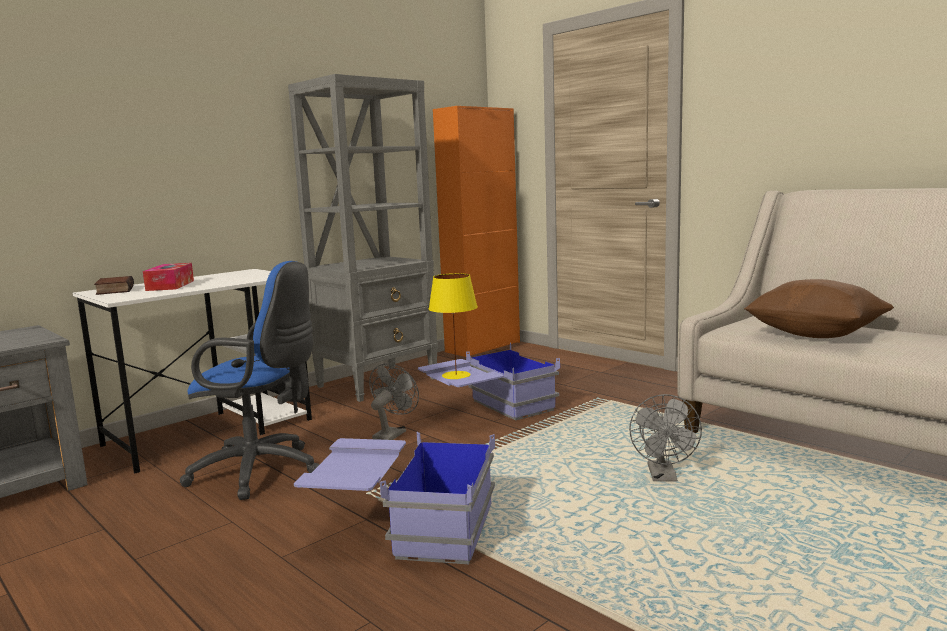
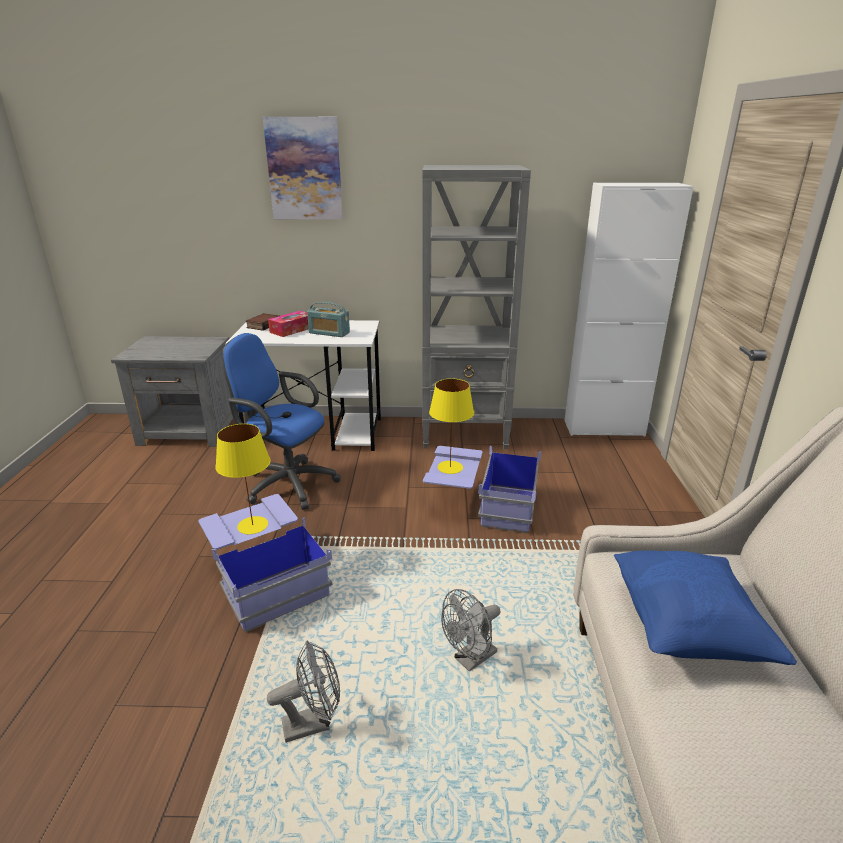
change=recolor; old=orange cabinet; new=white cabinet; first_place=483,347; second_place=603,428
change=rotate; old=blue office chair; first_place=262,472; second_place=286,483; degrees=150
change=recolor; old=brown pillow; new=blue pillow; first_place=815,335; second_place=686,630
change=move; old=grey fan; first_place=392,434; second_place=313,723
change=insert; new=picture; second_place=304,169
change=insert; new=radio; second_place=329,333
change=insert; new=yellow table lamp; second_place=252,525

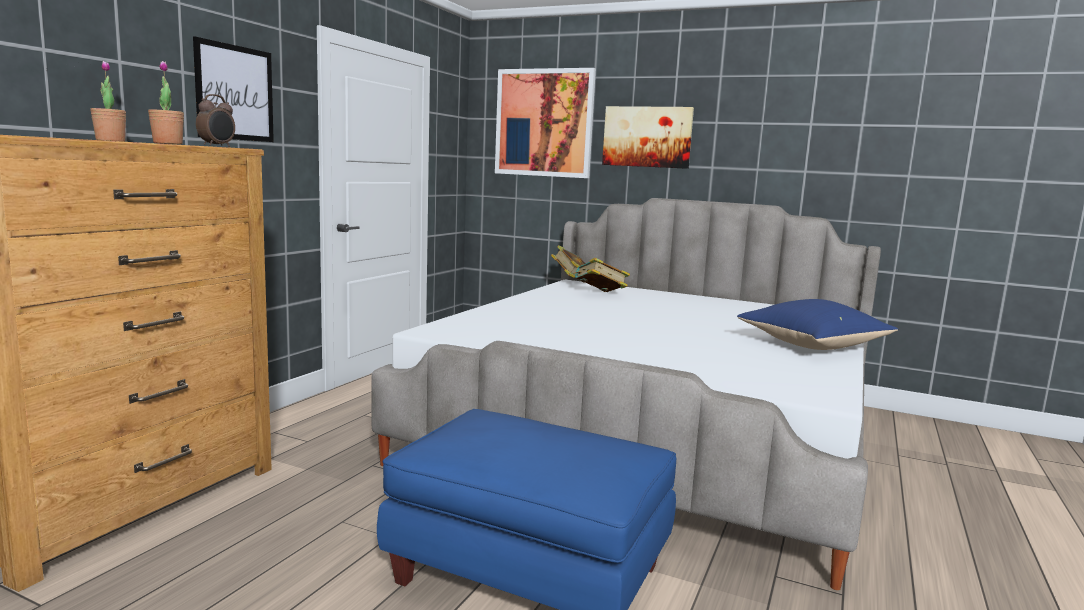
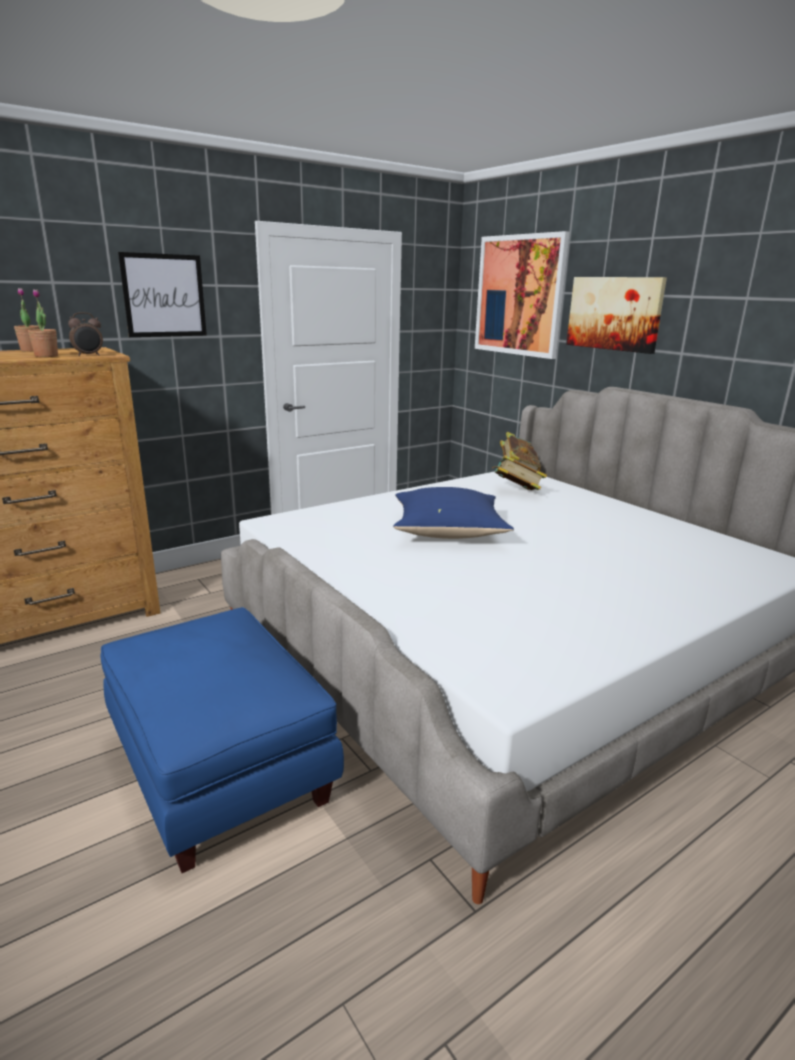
change=move; old=blue pillow; first_place=812,346; second_place=449,532

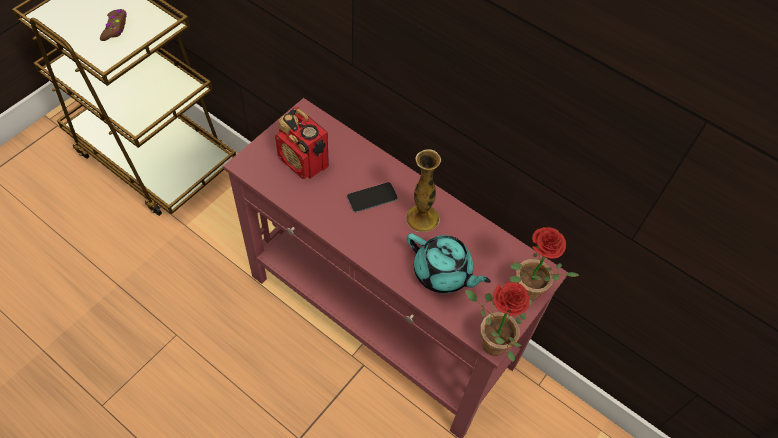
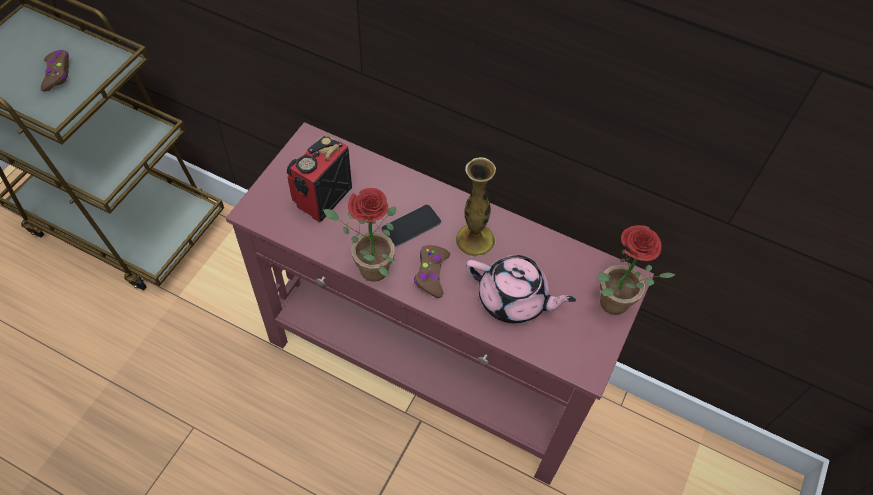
change=rotate; old=radio; first_place=304,162; second_place=321,198; degrees=90
change=recolor; old=turquoise teapot; new=pink teapot; first_place=443,273; second_place=513,300
change=move; old=potted plant; first_place=488,342; second_place=367,269
change=insert; new=brown game controller; second_place=431,274

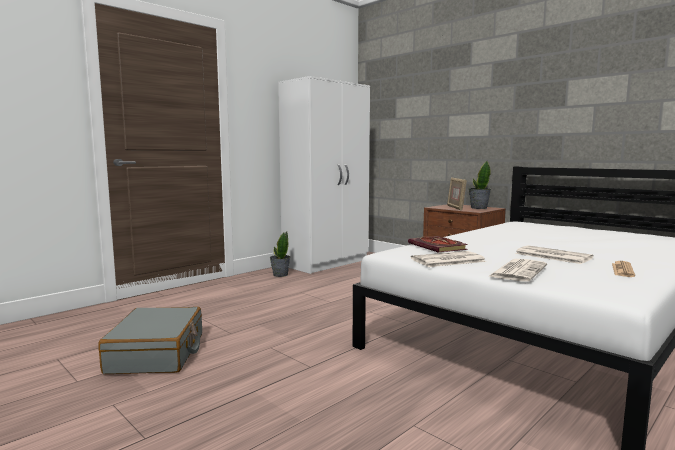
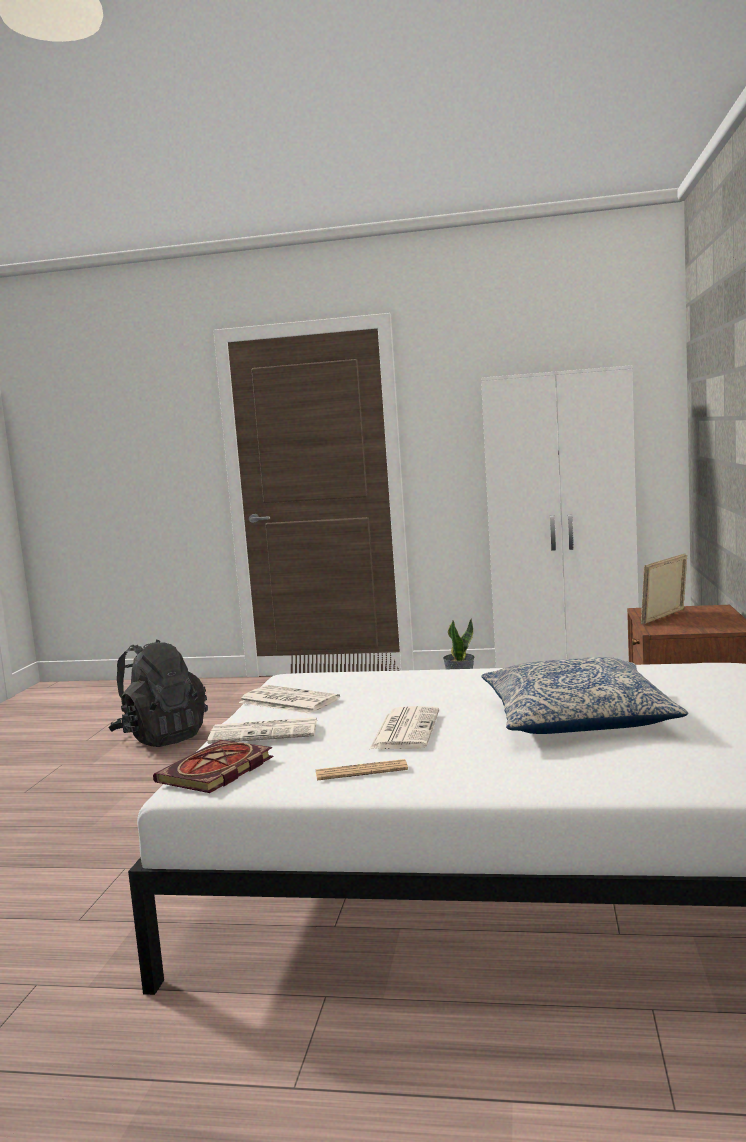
change=delete; old=potted plant; first_place=478,208
change=move; old=book; first_place=439,247; second_place=215,772
change=replace; old=grey suitcase; new=black backpack; first_place=157,353; second_place=161,737
change=insert; new=pillow; second_place=577,718

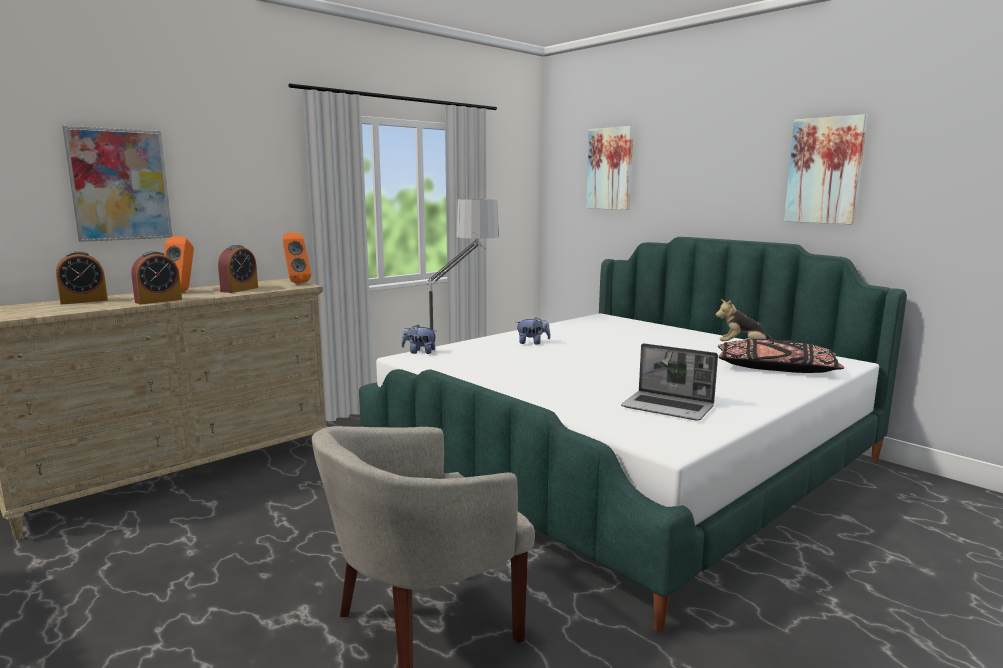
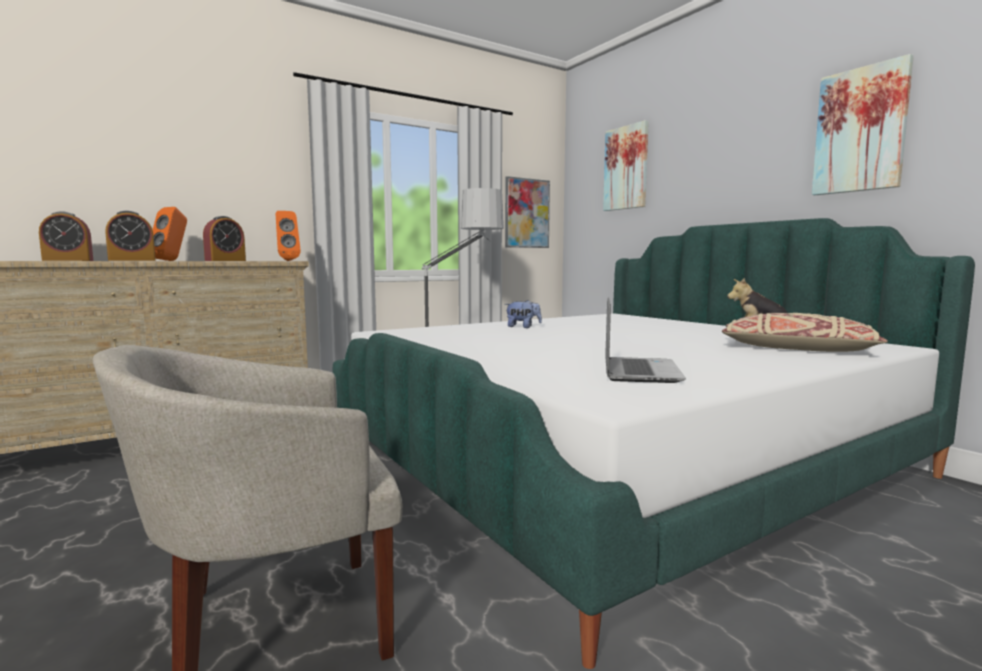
change=move; old=picture; first_place=120,185; second_place=527,213
change=delete; old=plush toy; first_place=419,352
change=recolor; old=black pillow; new=beige pillow; first_place=775,369; second_place=796,349
change=rotate; old=laptop; first_place=668,407; second_place=639,371; degrees=-120

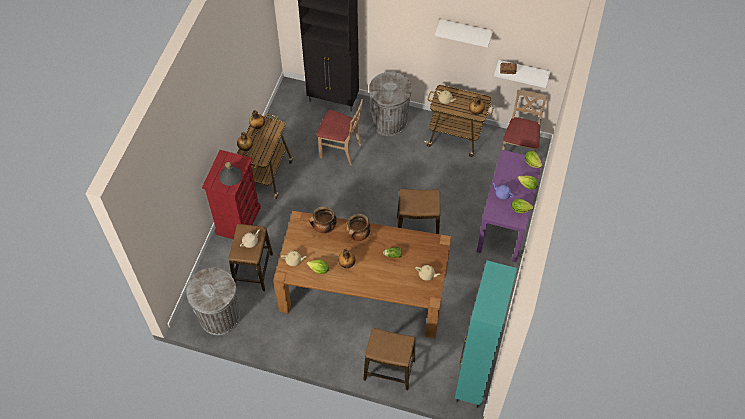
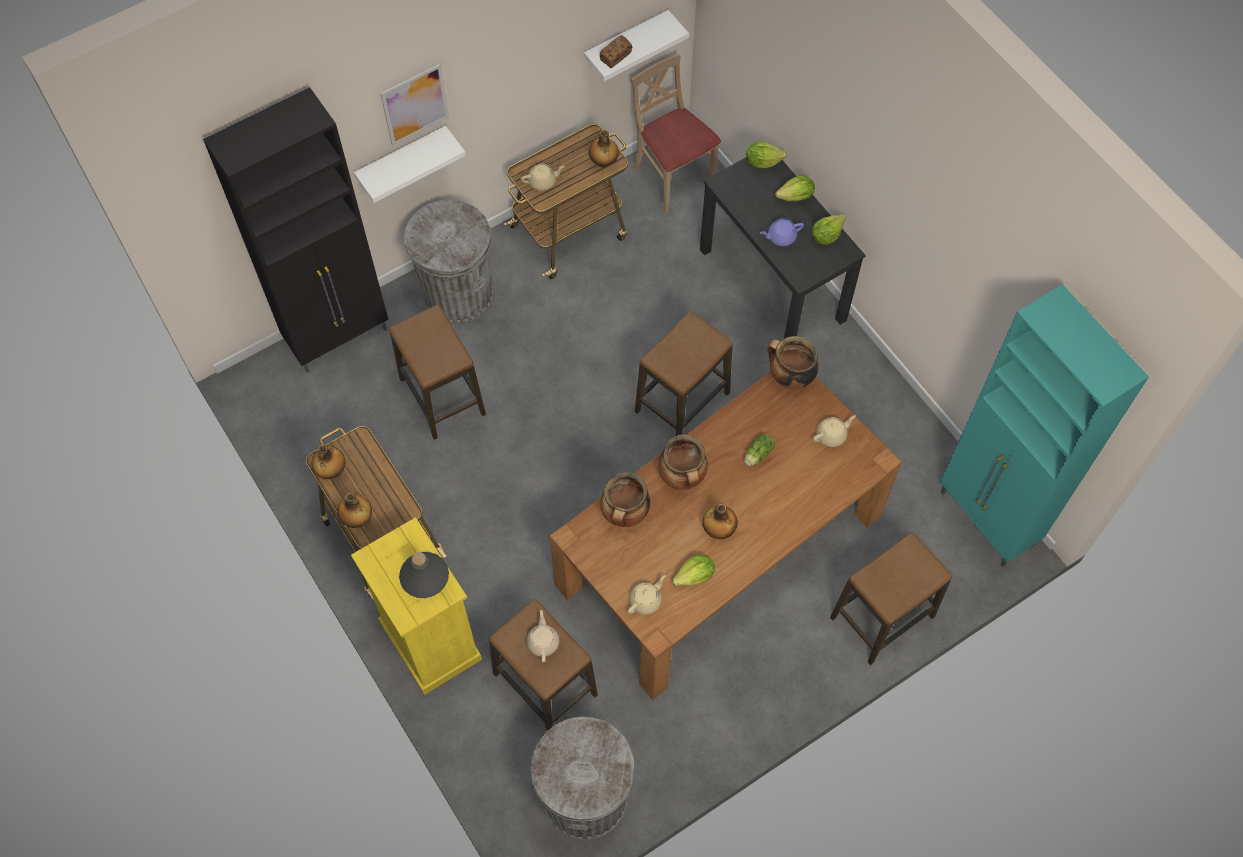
change=move; old=white shelf; first_place=465,32; second_place=402,161
change=replace; old=beige chair; new=stool; first_place=341,150; second_place=442,397
change=recolor; old=red dresser; new=yellow dresser; first_place=238,220; second_place=430,640
change=recolor; old=purple desk; new=black desk; first_place=505,223; second_place=772,285
change=insert; new=picture; second_place=415,104
change=insert; new=cooking pot; second_place=790,378

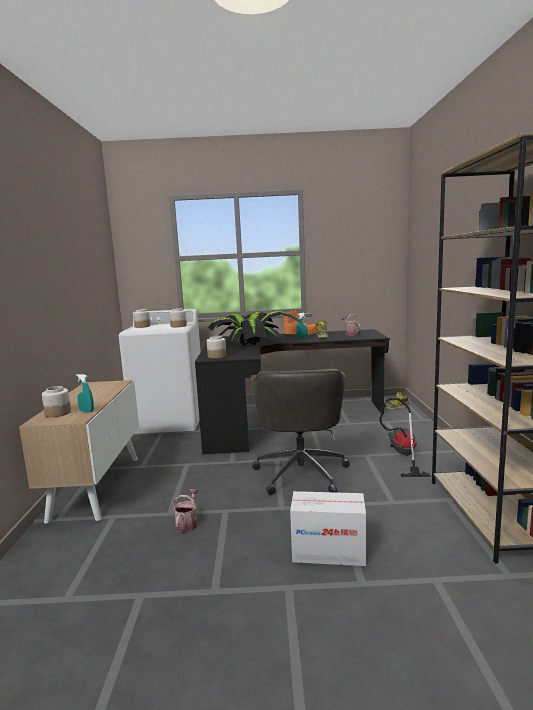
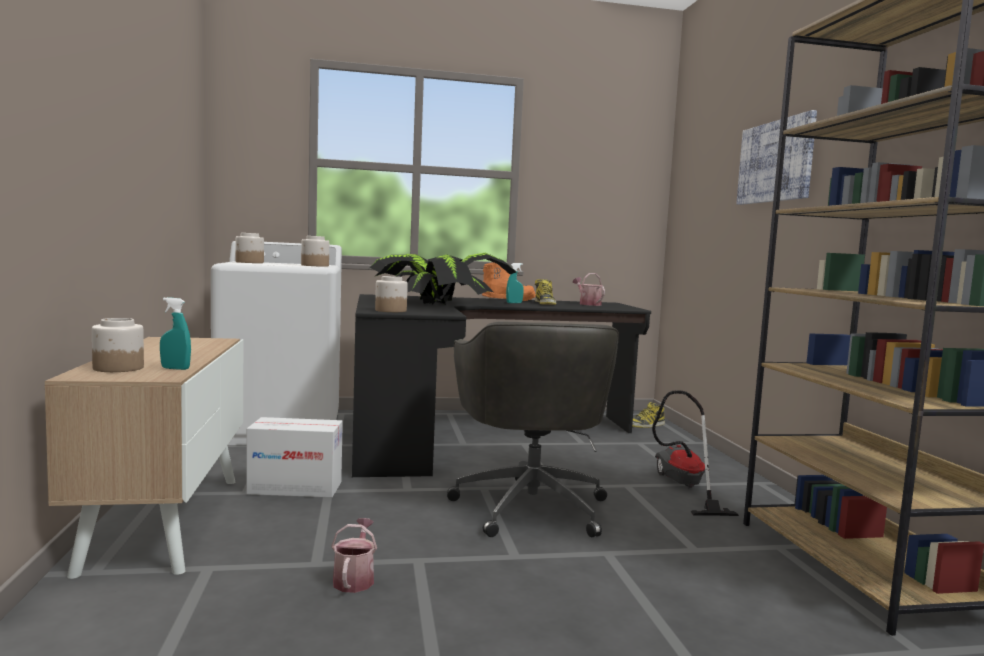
change=move; old=cardboard box; first_place=328,552; second_place=295,488
change=insert; new=picture; second_place=775,161

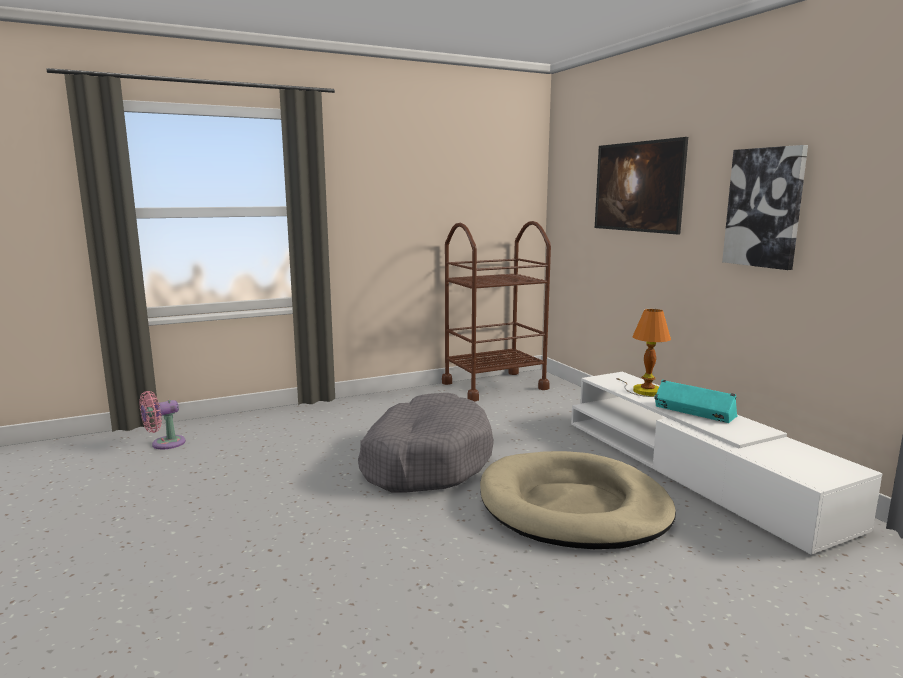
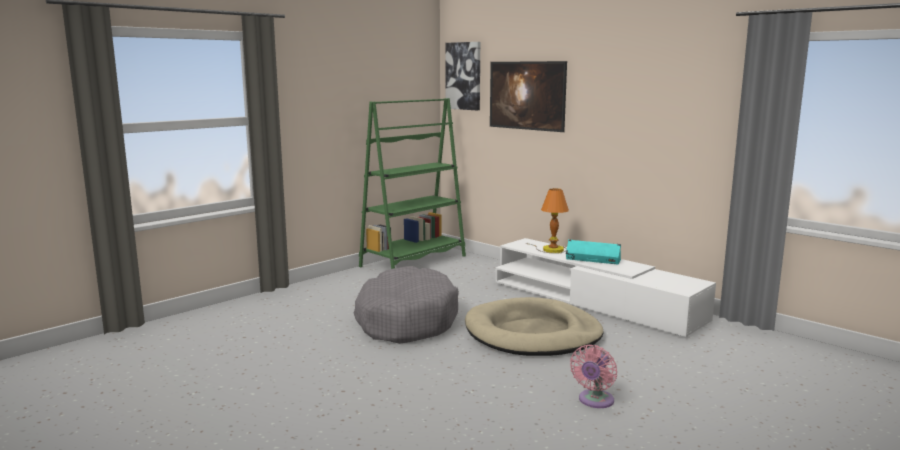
change=move; old=picture; first_place=764,208; second_place=464,76
change=replace; old=brown cart; new=green bookcase; first_place=494,386; second_place=414,261
change=move; old=pink fan; first_place=164,444; second_place=594,401

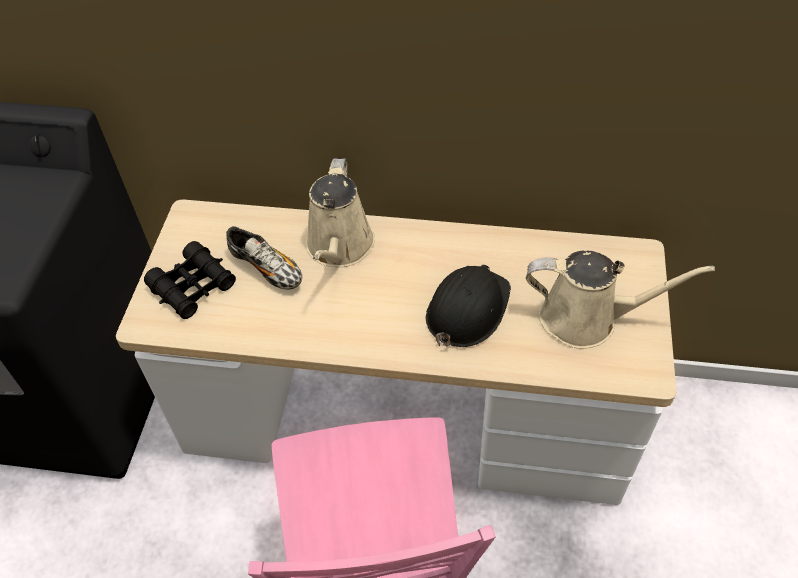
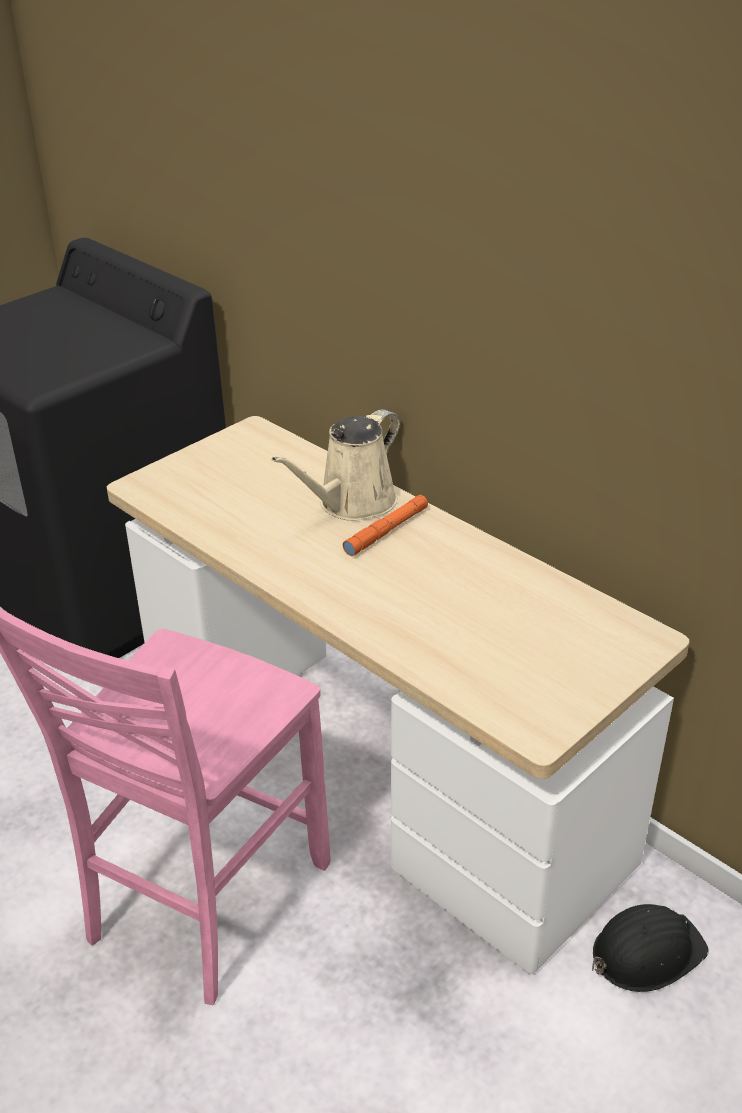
change=delete; old=shoe; first_place=267,269
change=delete; old=black binoculars; first_place=193,287
change=delete; old=beige watering can; first_place=586,318
change=move; old=black hard hat; first_place=467,309; second_place=646,952
change=insert; new=orange flashlight; second_place=386,531

